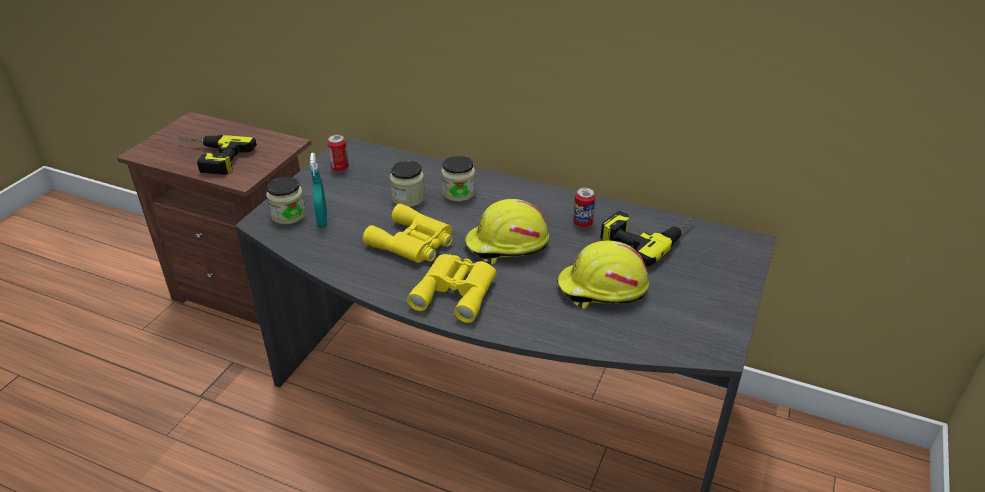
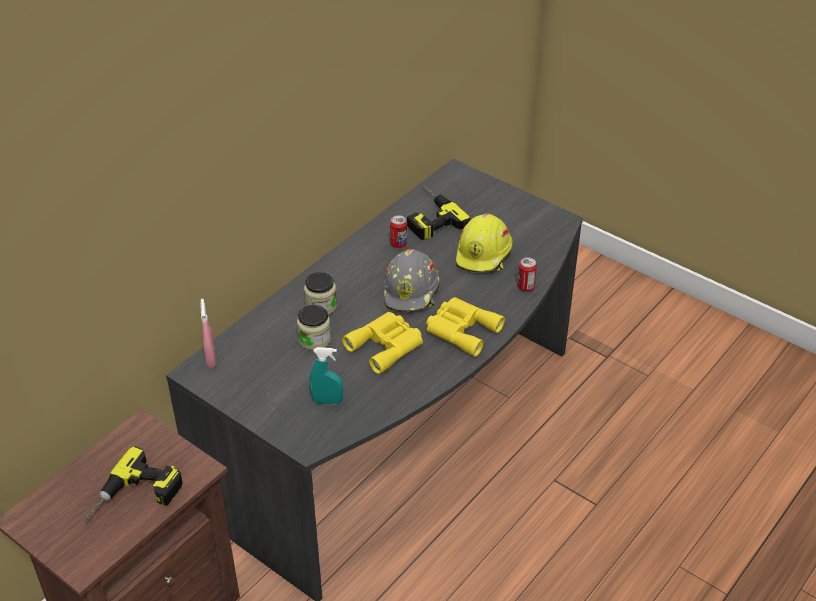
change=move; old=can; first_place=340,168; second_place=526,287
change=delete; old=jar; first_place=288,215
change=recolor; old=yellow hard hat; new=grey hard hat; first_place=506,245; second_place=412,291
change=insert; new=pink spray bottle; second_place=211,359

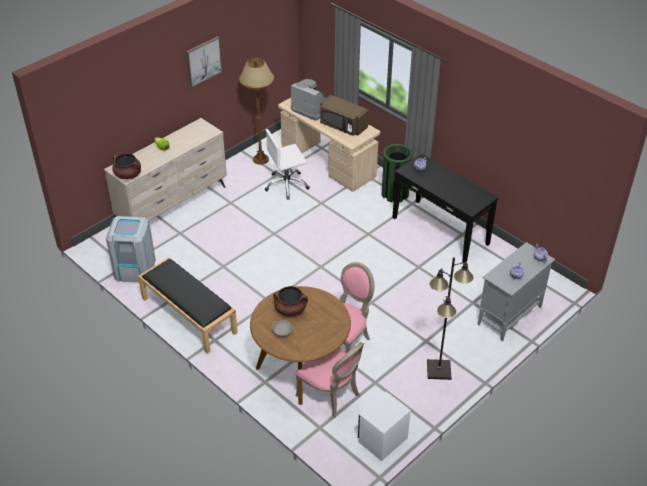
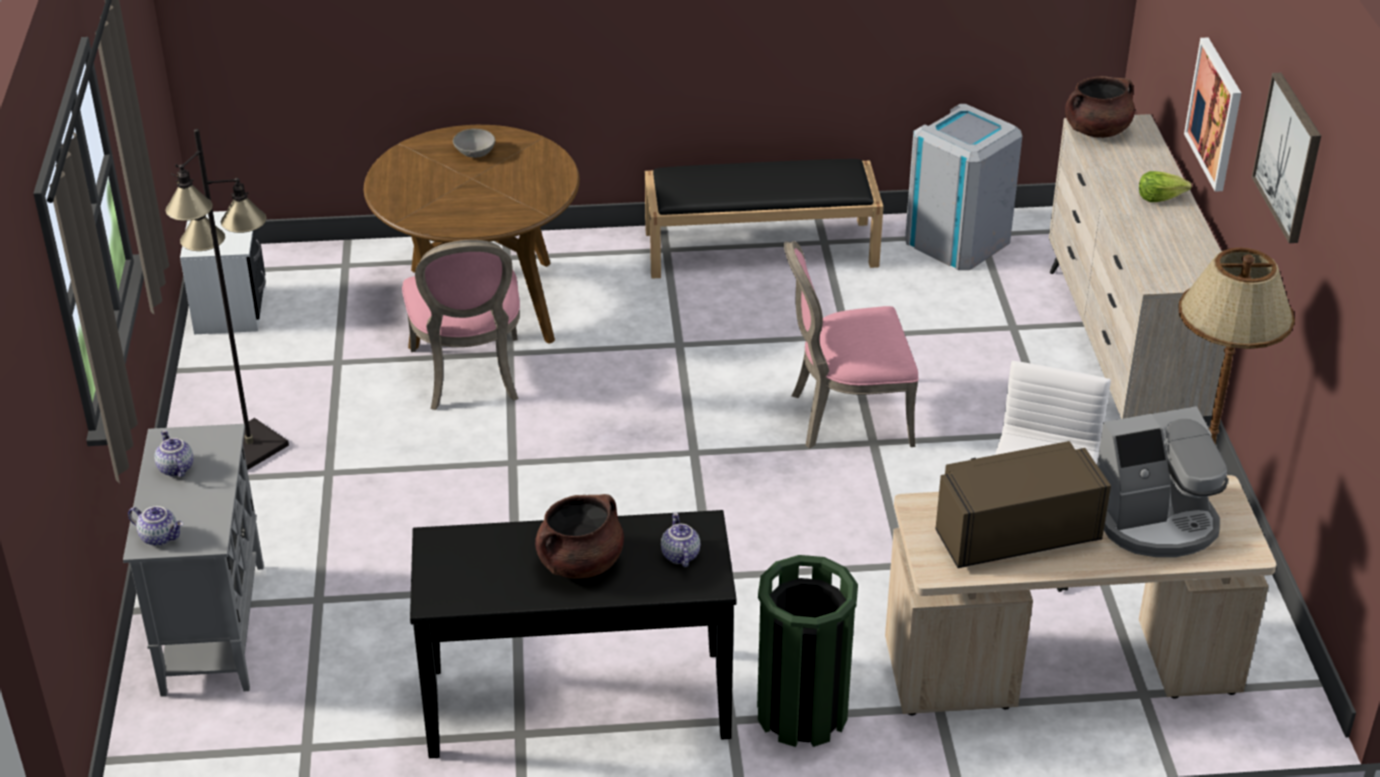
change=move; old=brown cooking pot; first_place=290,309; second_place=580,563
change=move; old=pink chair; first_place=331,395; second_place=845,416
change=insert; new=picture; second_place=1215,113

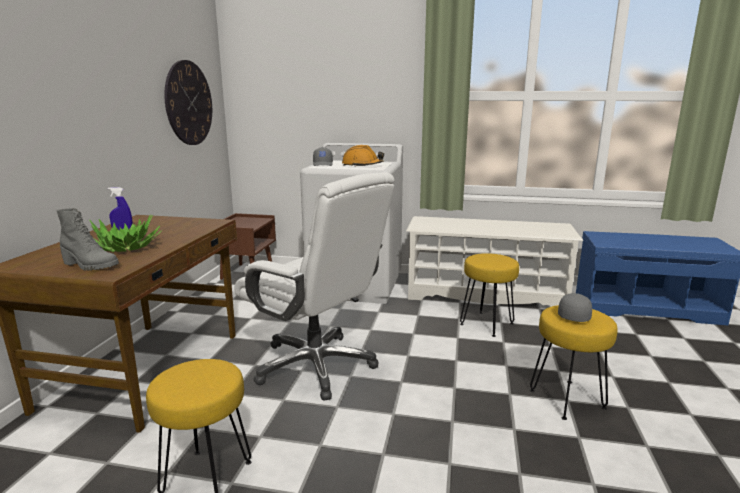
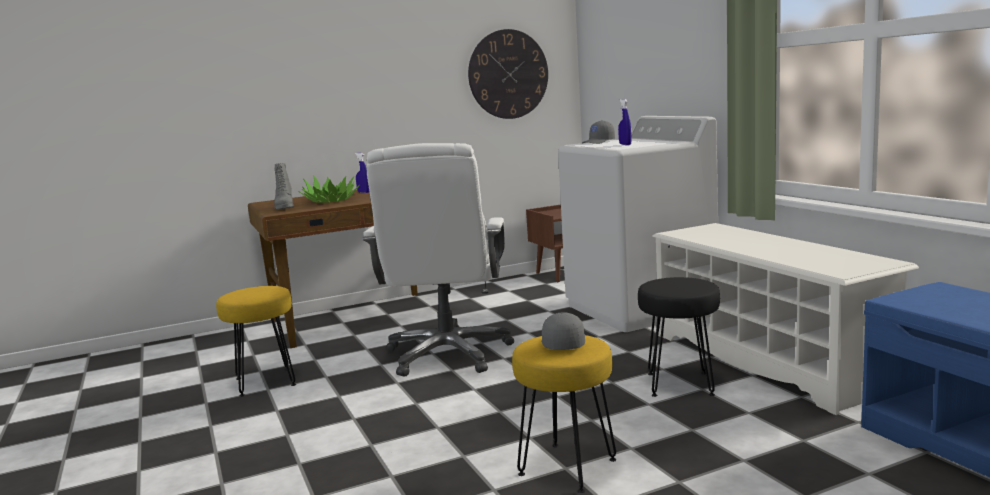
change=replace; old=orange hard hat; new=blue spray bottle; first_place=362,166; second_place=625,144
change=recolor; old=yellow stool; new=black stool; first_place=487,324; second_place=680,384
change=rotate; old=grey cap; first_place=574,315; second_place=561,344; degrees=-90

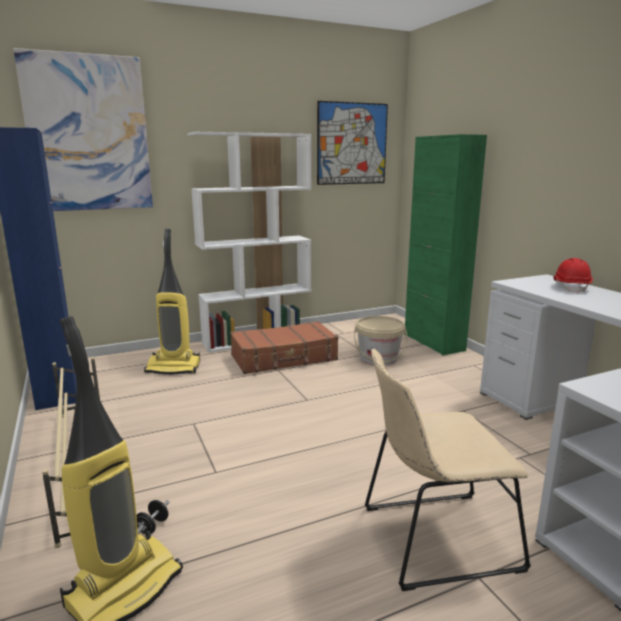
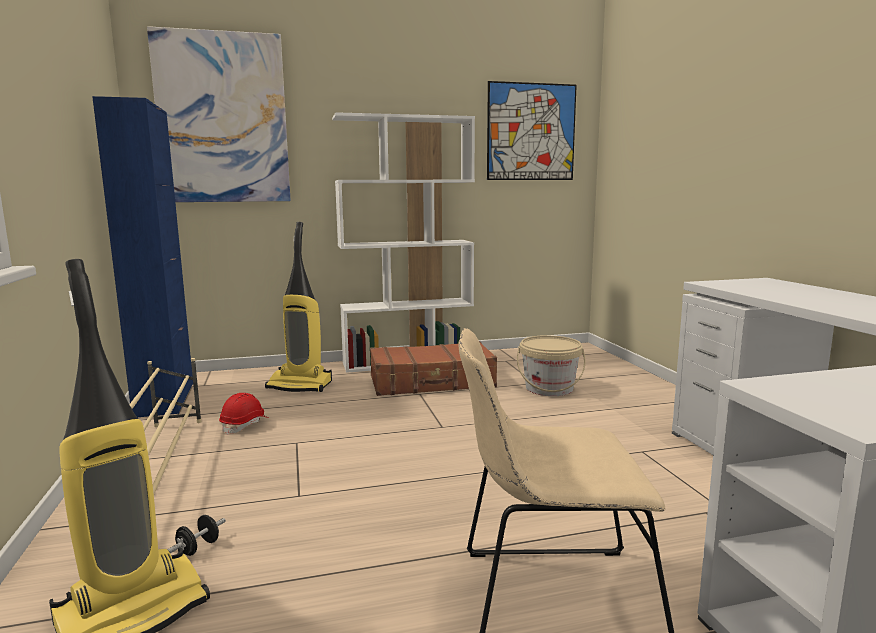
change=delete; old=green cabinet; first_place=433,342
change=move; old=red hard hat; first_place=571,287; second_place=245,425

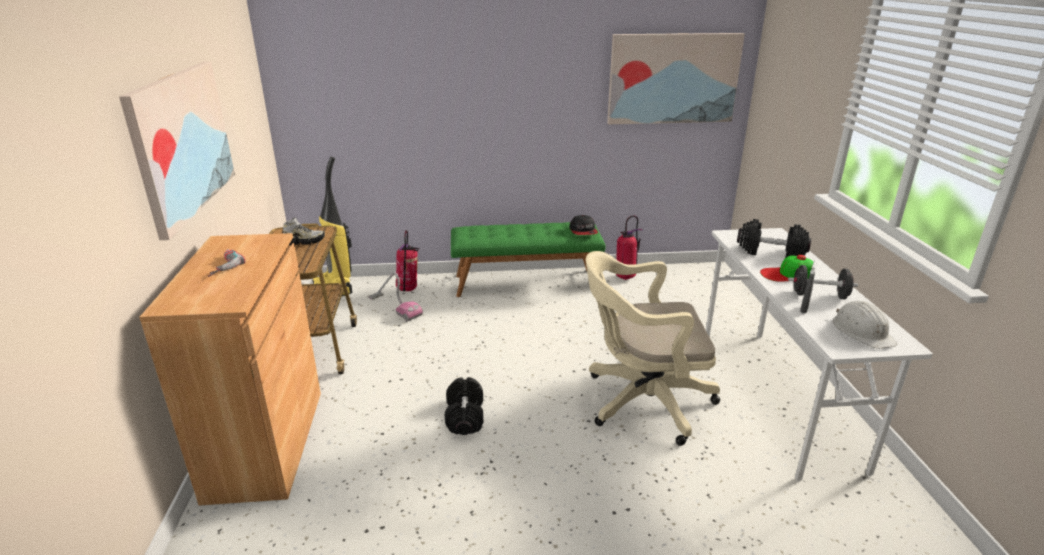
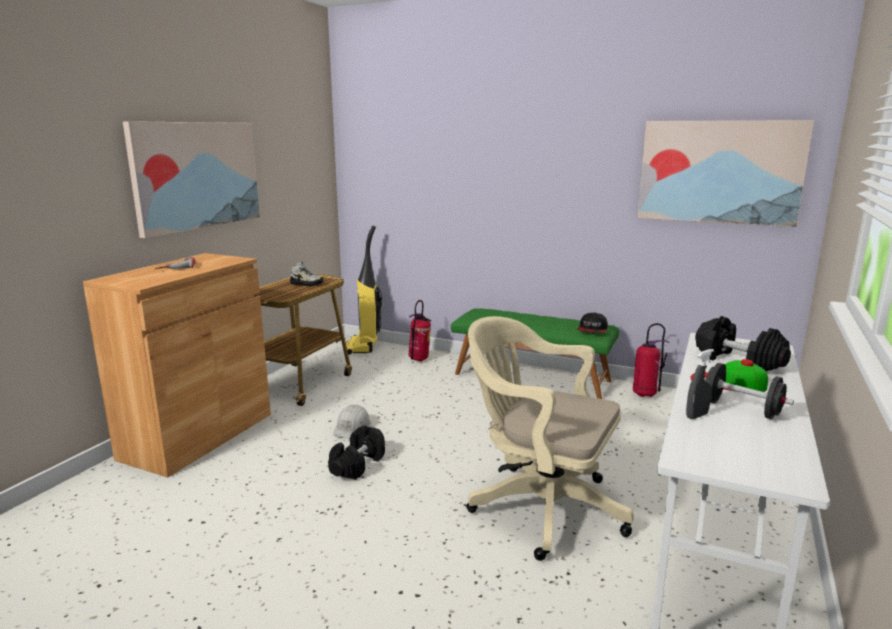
change=delete; old=vacuum cleaner; first_place=394,307
change=move; old=white hard hat; first_place=862,331; second_place=352,427

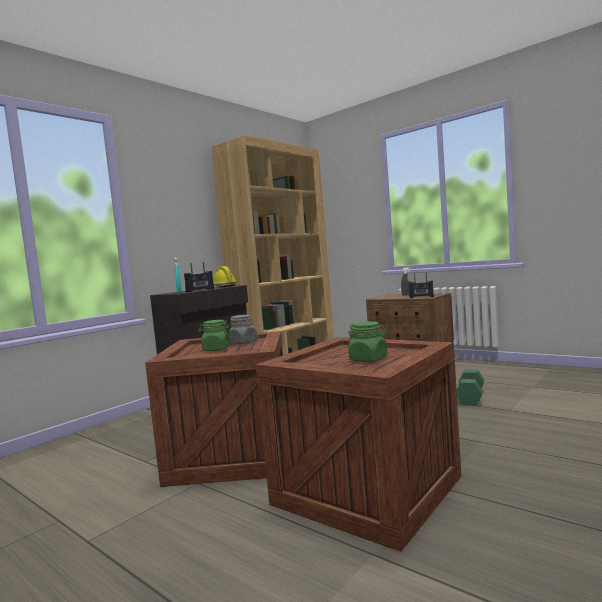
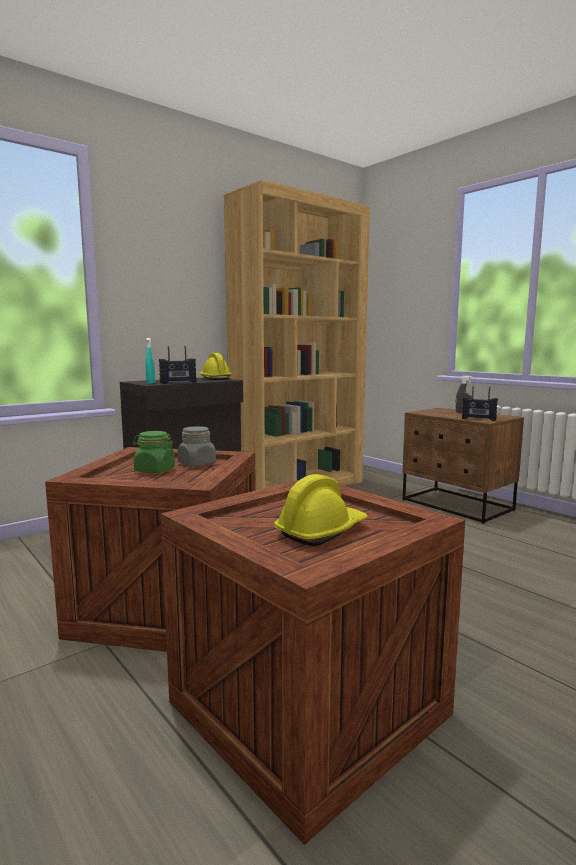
change=replace; old=green jar; new=yellow hard hat; first_place=368,359; second_place=321,531
change=delete; old=green dumbbell; first_place=469,397

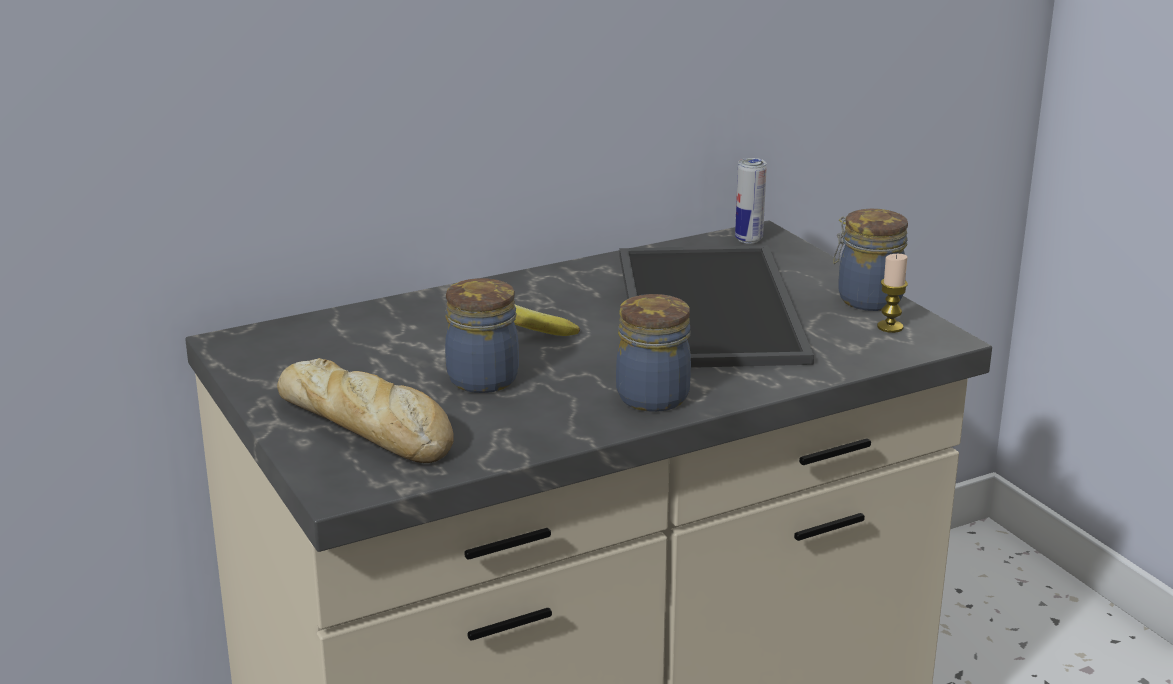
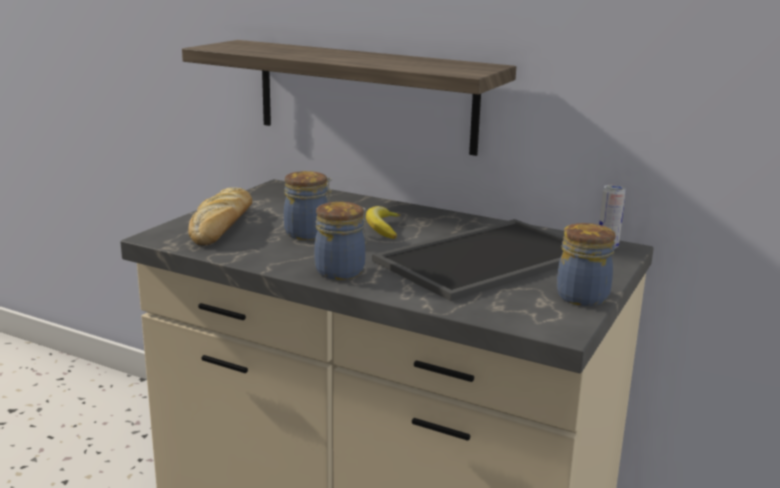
change=delete; old=candle; first_place=890,327
change=insert; new=shelf; second_place=365,96

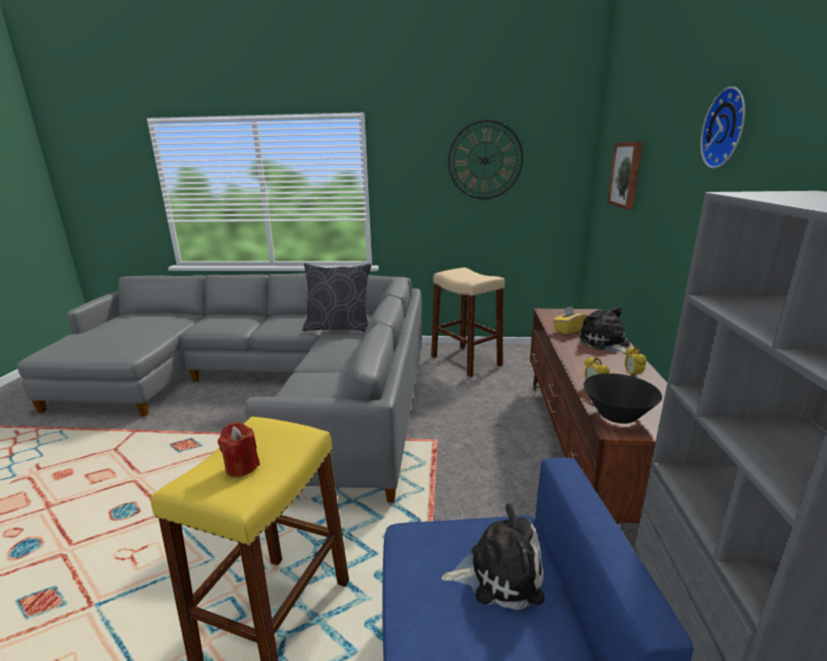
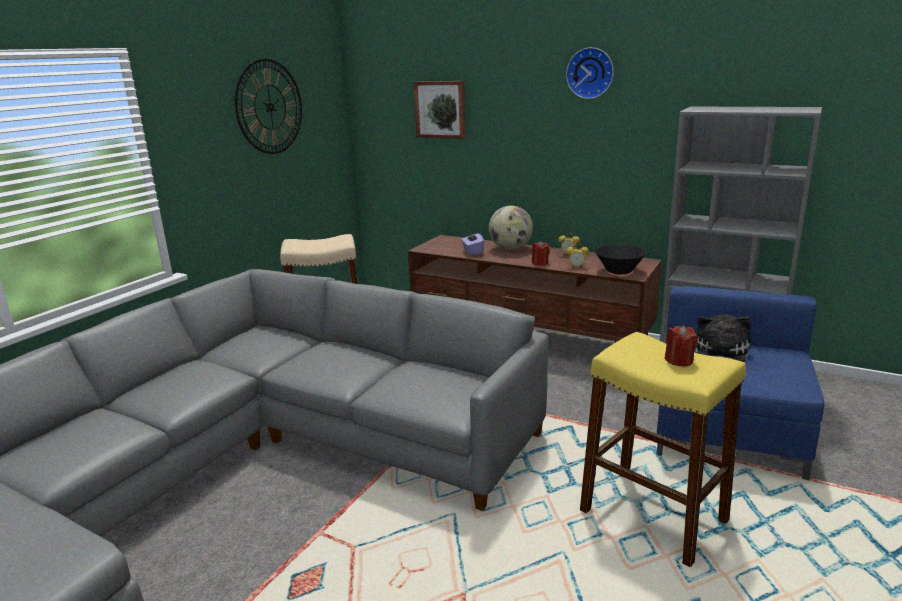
change=delete; old=grey pillow; first_place=339,328
change=recolor; old=yellow tissue box; new=purple tissue box; first_place=568,330; second_place=472,252
change=replace; old=plush toy; new=globe; first_place=605,343; second_place=510,249
change=insert; new=red candle; second_place=540,263

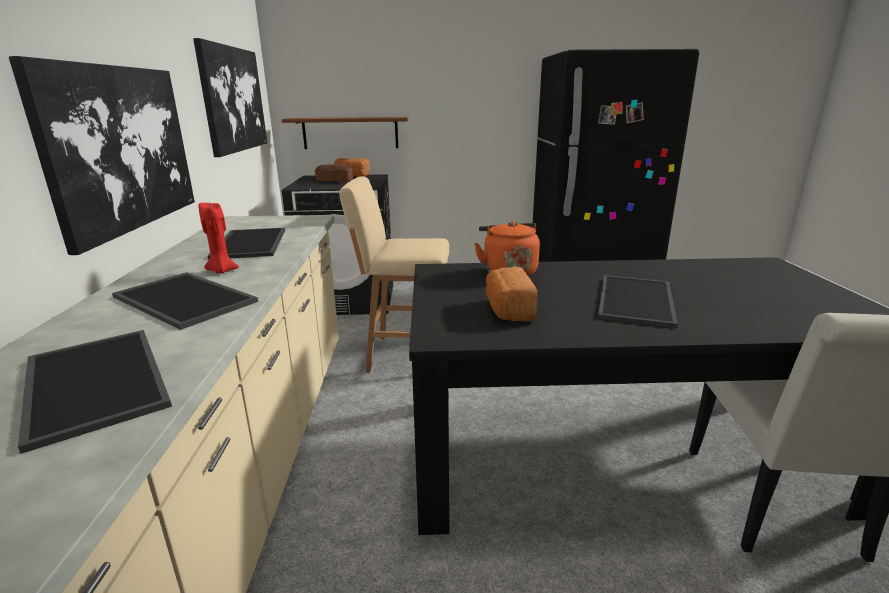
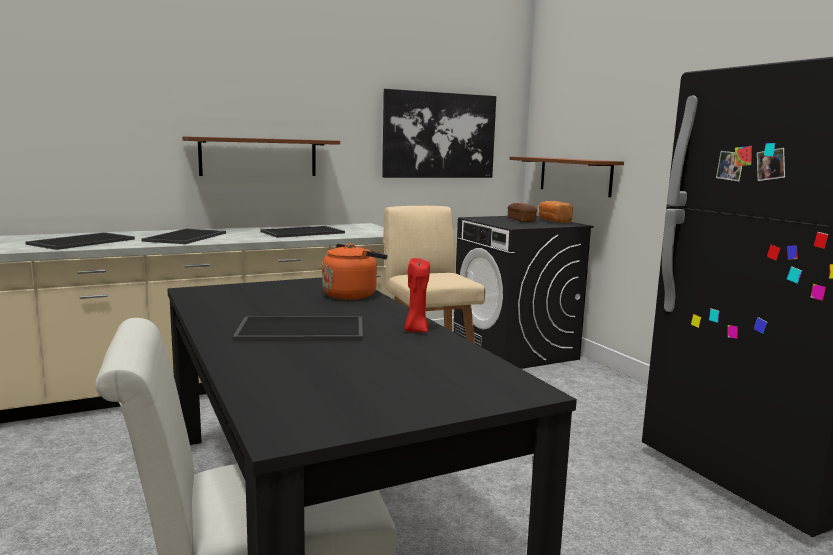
change=replace; old=picture; new=brown shelf; first_place=121,148; second_place=259,157
change=move; old=red candle; first_place=221,271; second_place=416,330
change=delete; old=bread; first_place=508,310

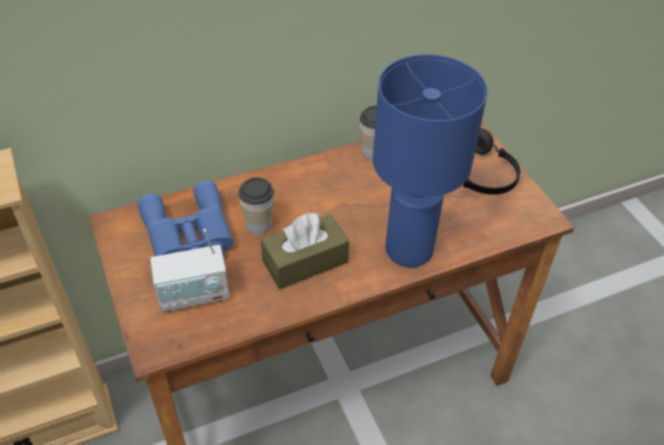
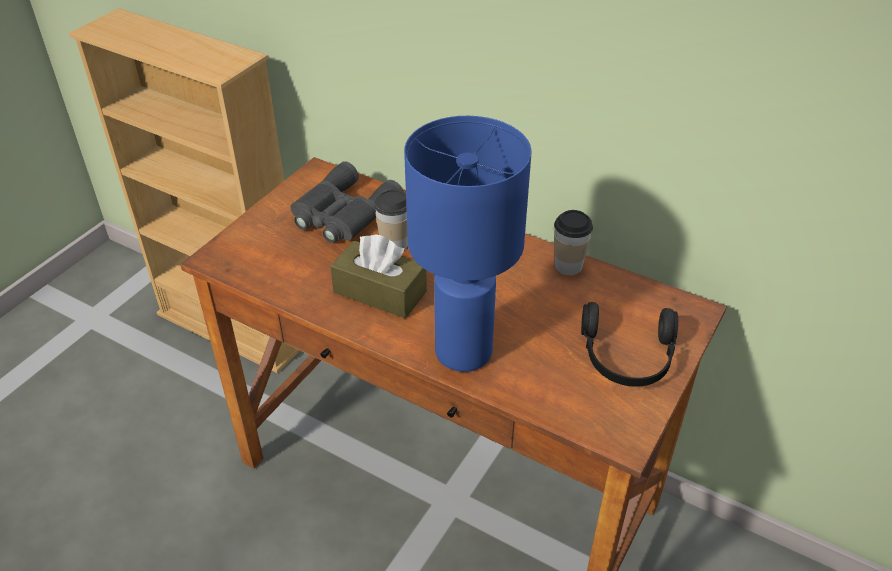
change=recolor; old=blue binoculars; new=grey binoculars; first_place=188,236; second_place=342,214
change=delete; old=radio; first_place=194,295

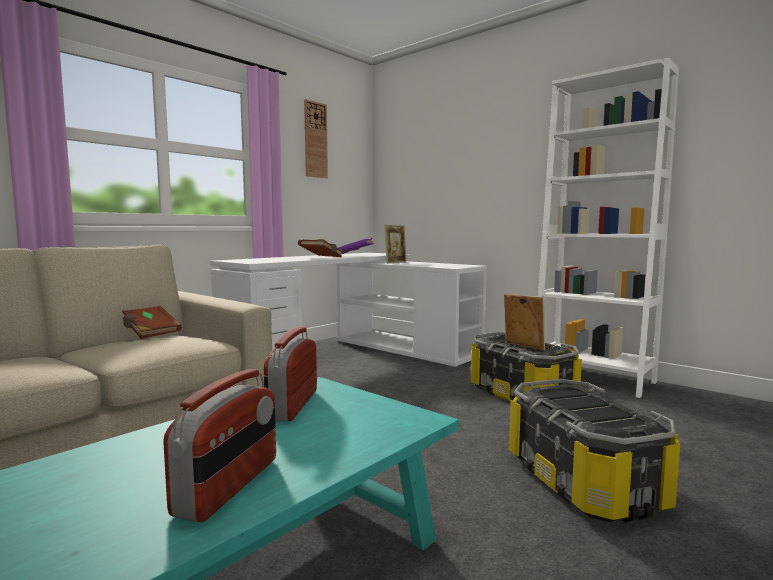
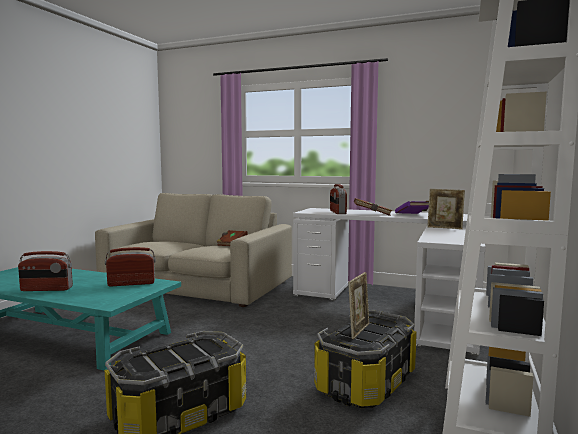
change=delete; old=wall clock; first_place=315,140
change=insert; new=radio; second_place=337,212

